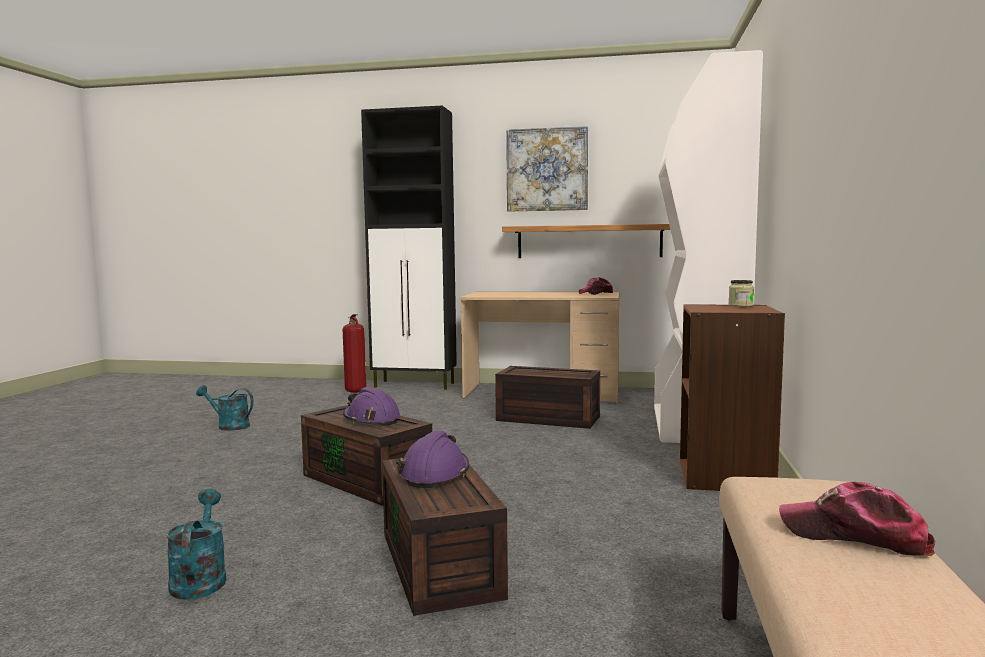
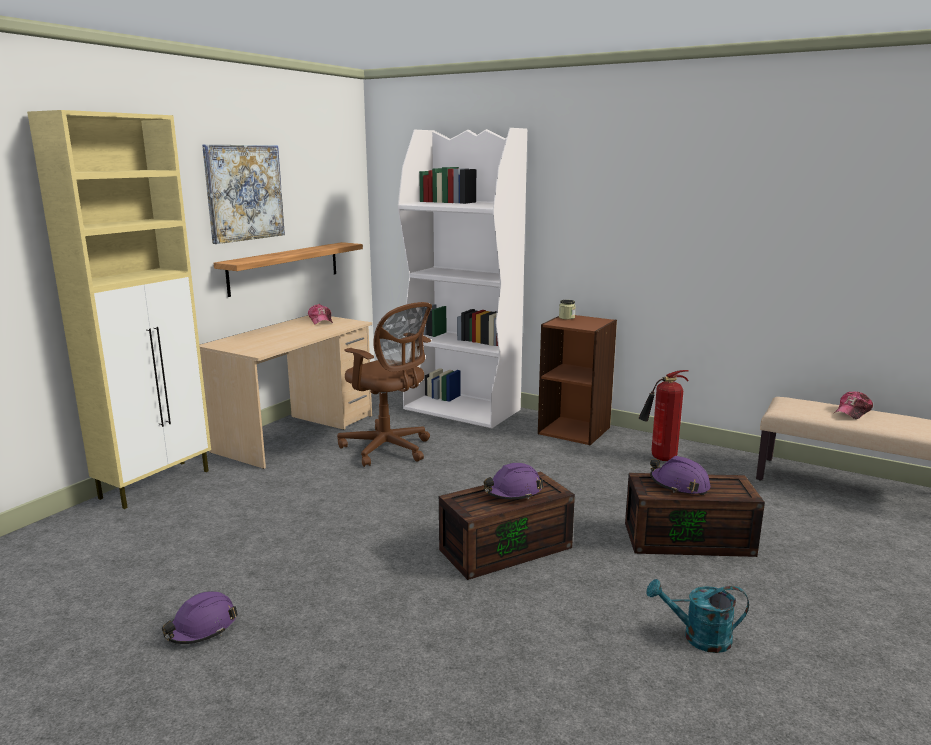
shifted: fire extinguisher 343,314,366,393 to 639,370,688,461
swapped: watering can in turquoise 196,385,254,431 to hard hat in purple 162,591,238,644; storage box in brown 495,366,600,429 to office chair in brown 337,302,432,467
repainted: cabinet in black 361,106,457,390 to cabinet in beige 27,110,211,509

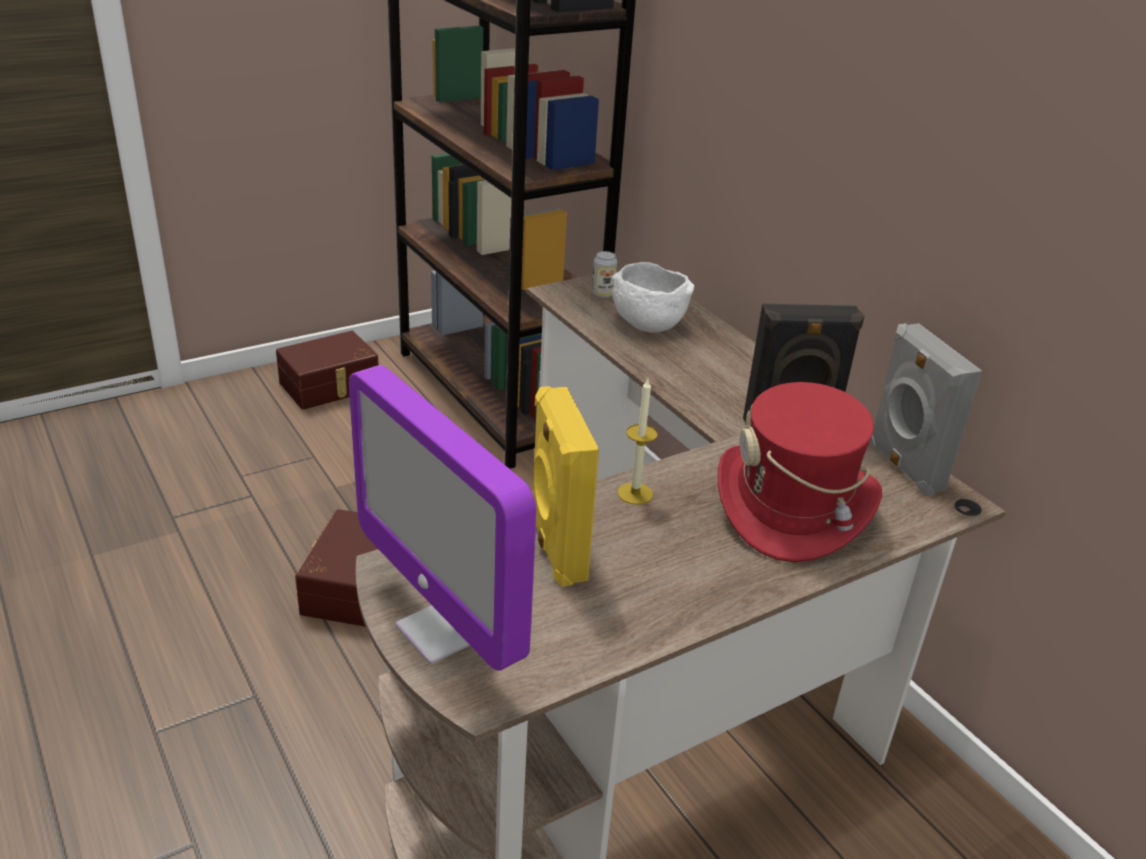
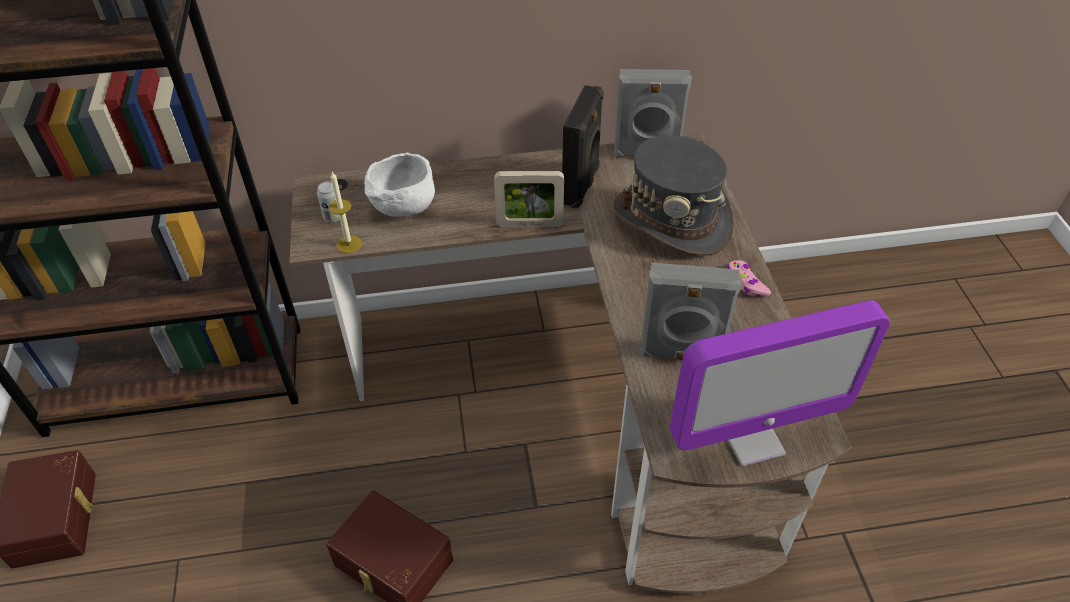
new: picture frame 494,171,564,227; game controller in pink 727,260,771,296
shifted: candle 617,379,658,505 to 329,172,362,254
repainted: hat in red 718,382,882,562 to hat in grey 613,135,734,255; speaker in yellow 533,386,599,587 to speaker in grey 639,263,742,360

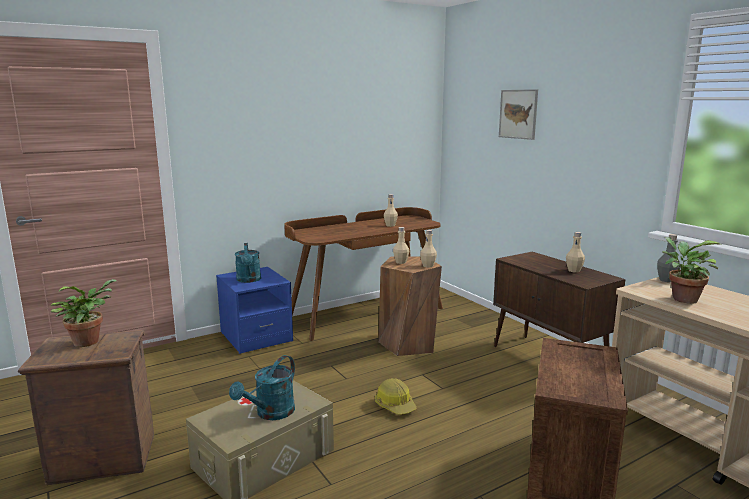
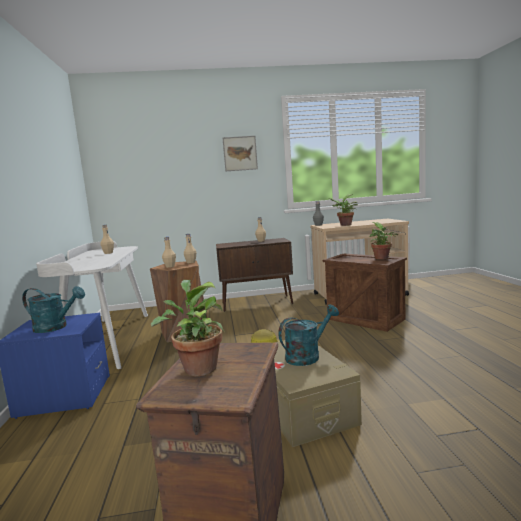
new: potted plant 370,222,398,259
shifted: picture 499,89,538,140 to 223,136,258,171
repainted: desk in brown 284,207,443,341 to desk in white 36,241,148,369
rotated: watering can in turquoise 229,355,295,420 = 278,305,339,366 90 degrees counterclockwise

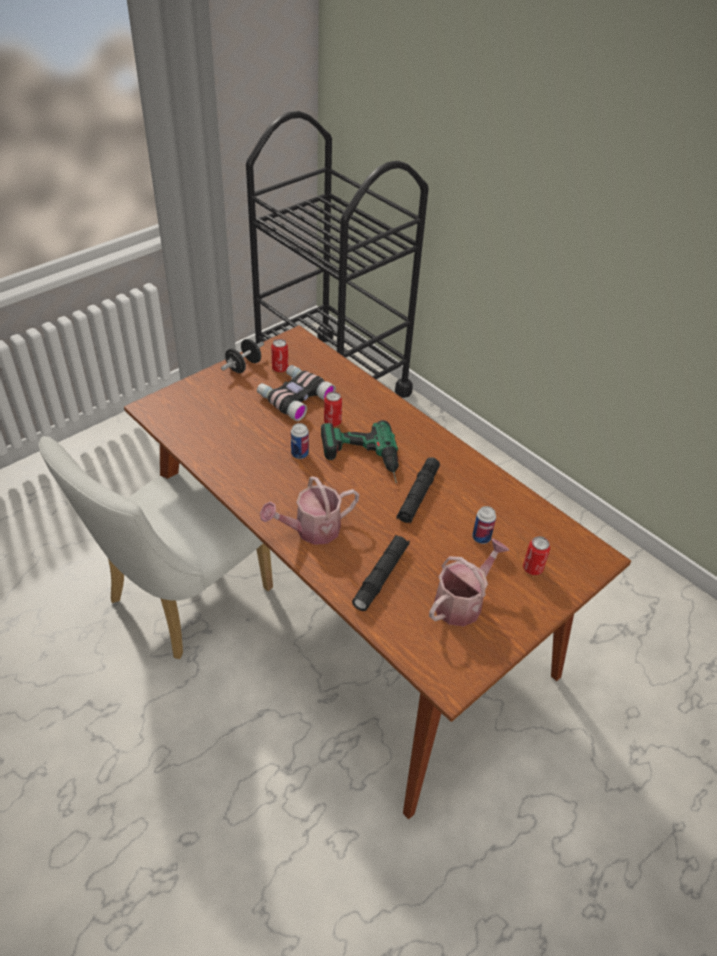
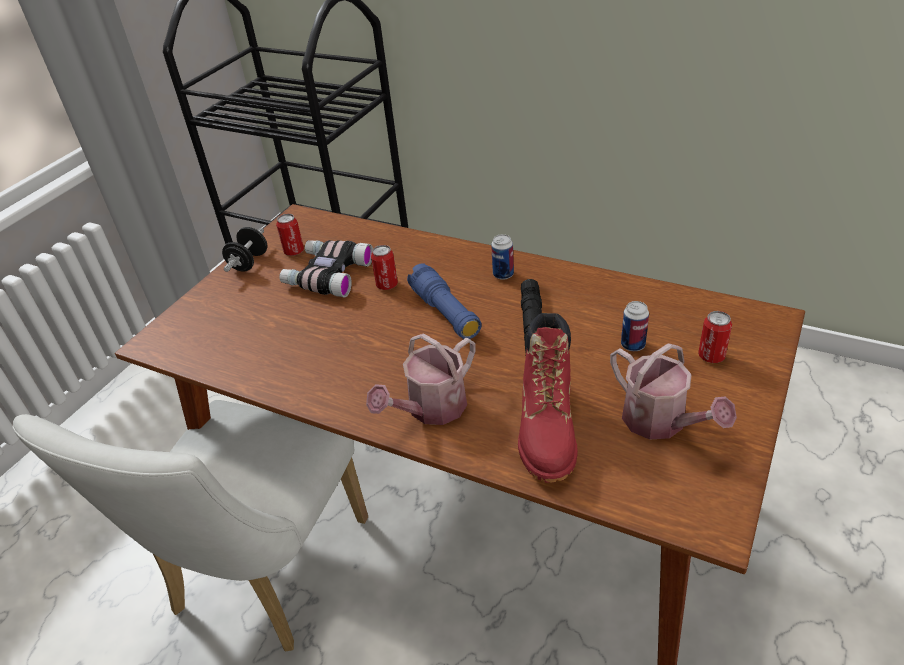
shifted: can 291,423,309,459 to 491,234,514,280
swapped: power drill 321,420,399,483 to flashlight in blue 407,263,482,339; flashlight in black 352,535,410,611 to boot in red 518,313,578,483
rotated: watering can 429,538,509,627 = 610,343,737,440 120 degrees clockwise

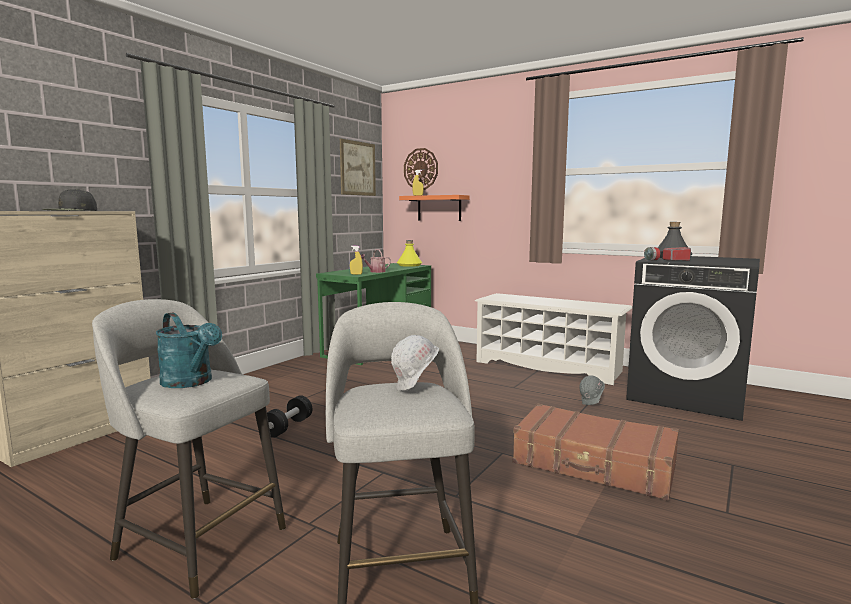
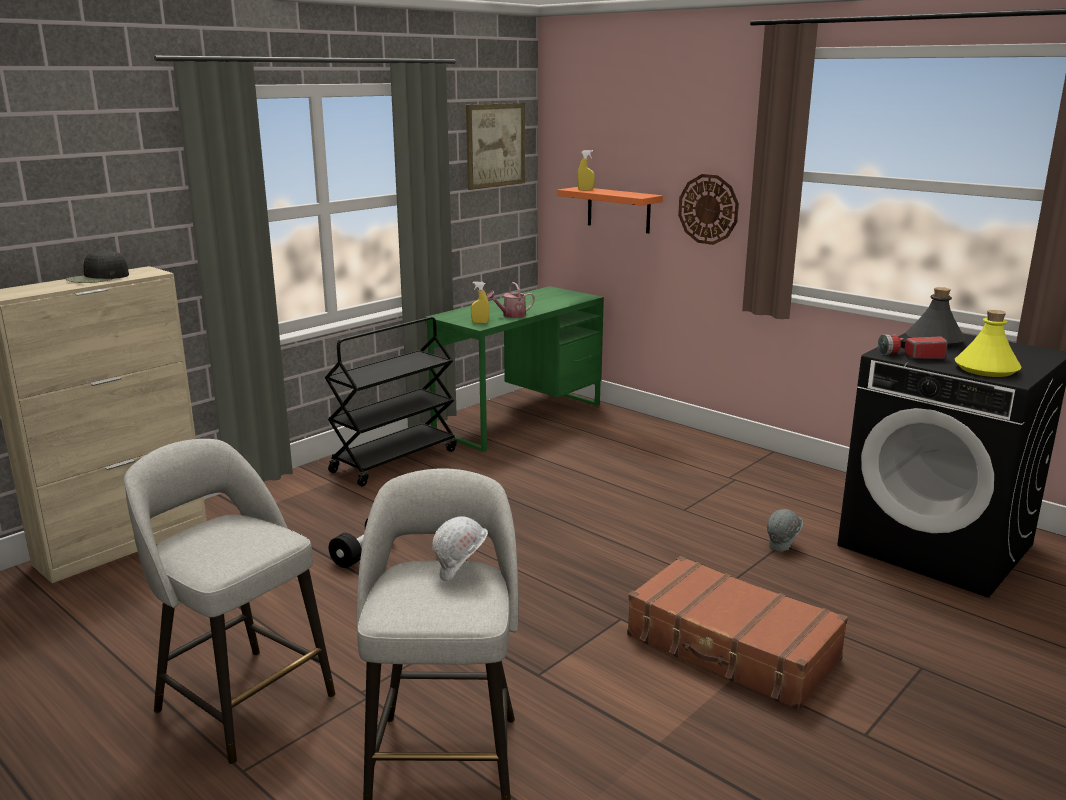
gone: watering can in turquoise 156,312,222,388; shoe rack in white 475,293,633,385
new: cart in black 325,317,457,487
shifted: wall clock 404,148,438,190 to 678,174,739,245; bottle in yellow 397,240,422,267 to 955,310,1022,377

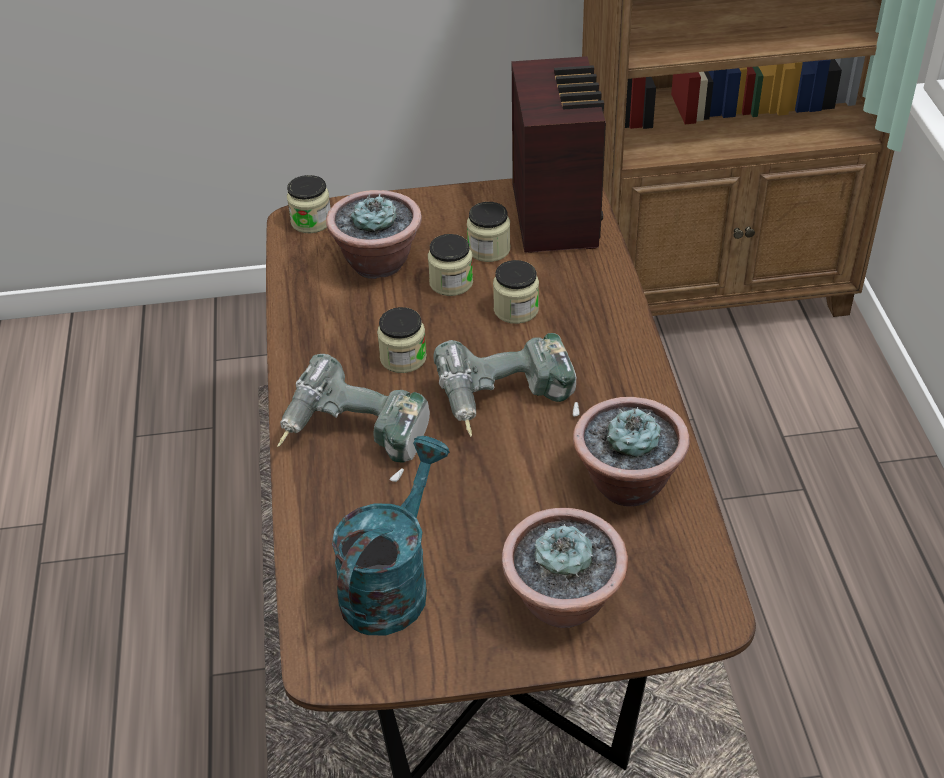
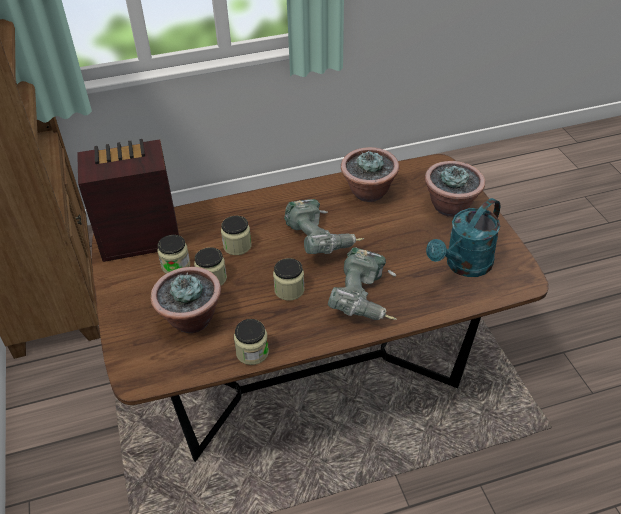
shifted: jar 287,175,331,233 to 234,319,269,365
rotated: watering can in turquoise 332,436,450,635 = 426,198,501,277 60 degrees counterclockwise

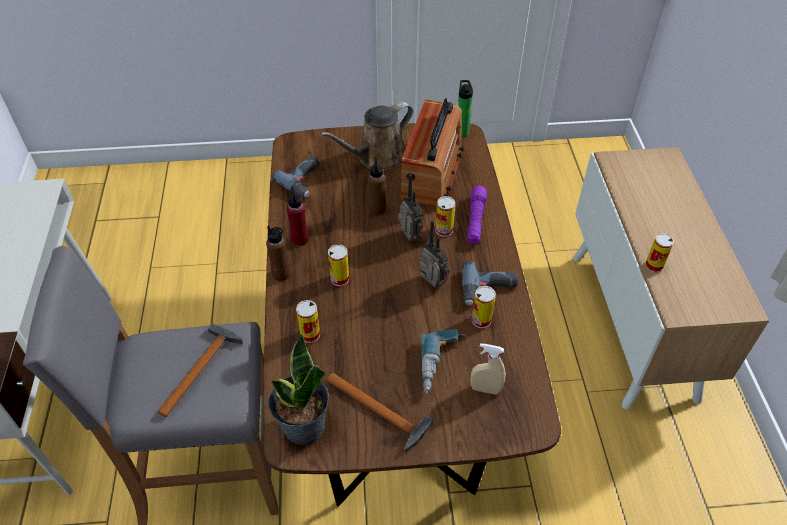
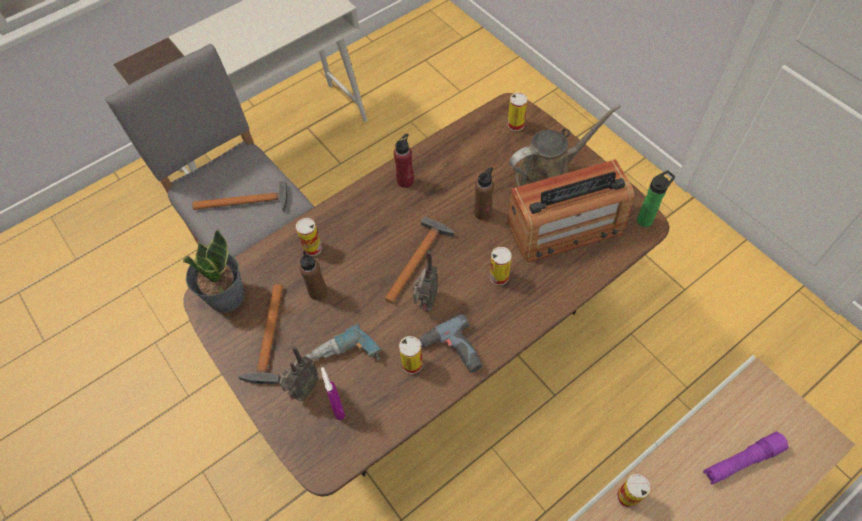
gone: power drill 272,156,320,198
new: hammer 385,217,455,303
shifted: radio 397,174,423,241 to 279,346,319,401; bottle in brown 266,226,290,281 to 300,250,327,300; can 328,245,349,286 to 508,92,527,131; flashlight in purple 467,185,487,245 to 703,431,789,485
repainted: spray bottle in beige 470,343,506,395 to spray bottle in purple 321,367,345,420
rotated: watering can in brown 320,102,413,170 = 509,104,621,186 135 degrees clockwise

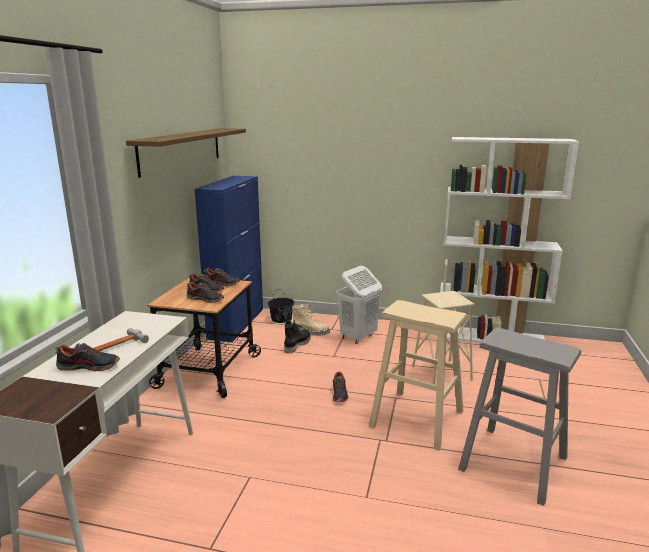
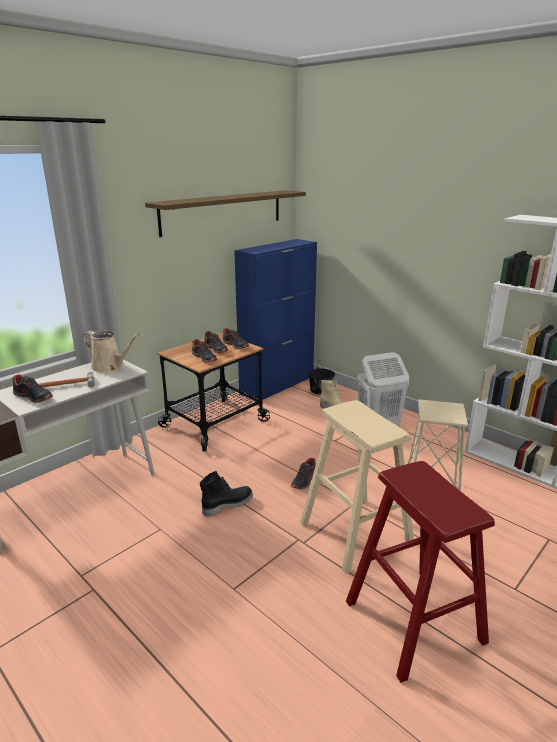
new: watering can in beige 83,330,140,373
shifted: boot in black 284,319,311,354 to 200,471,253,516
repainted: stool in grey 458,328,581,506 to stool in red 346,461,495,683

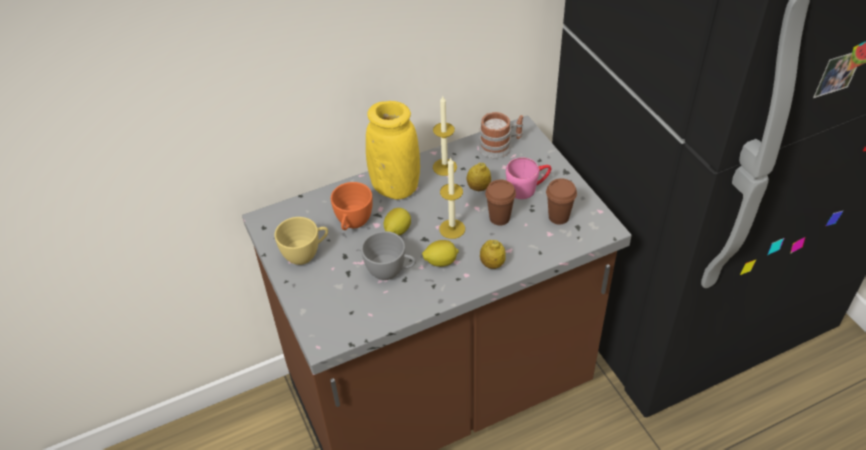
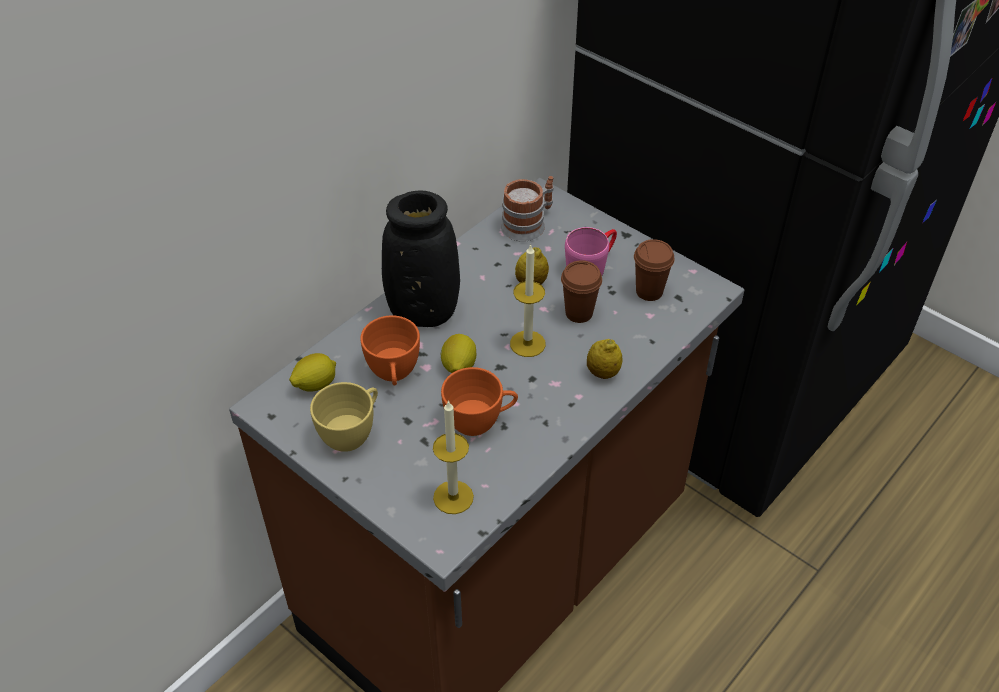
shifted: lemon 422,240,459,267 to 289,353,336,392; candle 433,96,457,176 to 433,400,474,514
repainted: vase in yellow 366,101,420,199 to vase in black 382,191,460,327; cup in grey 361,231,416,280 to cup in orange 441,367,518,436

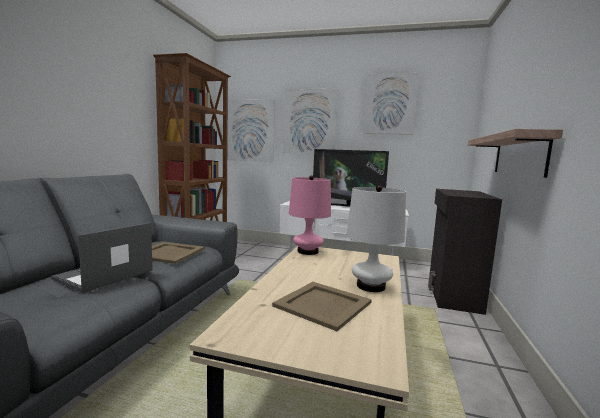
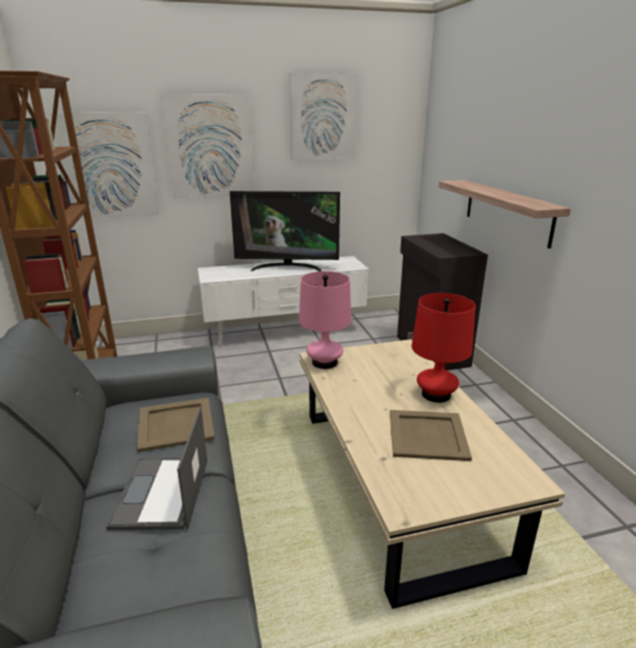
repainted: table lamp in white 346,185,406,292 to table lamp in red 412,293,476,403

